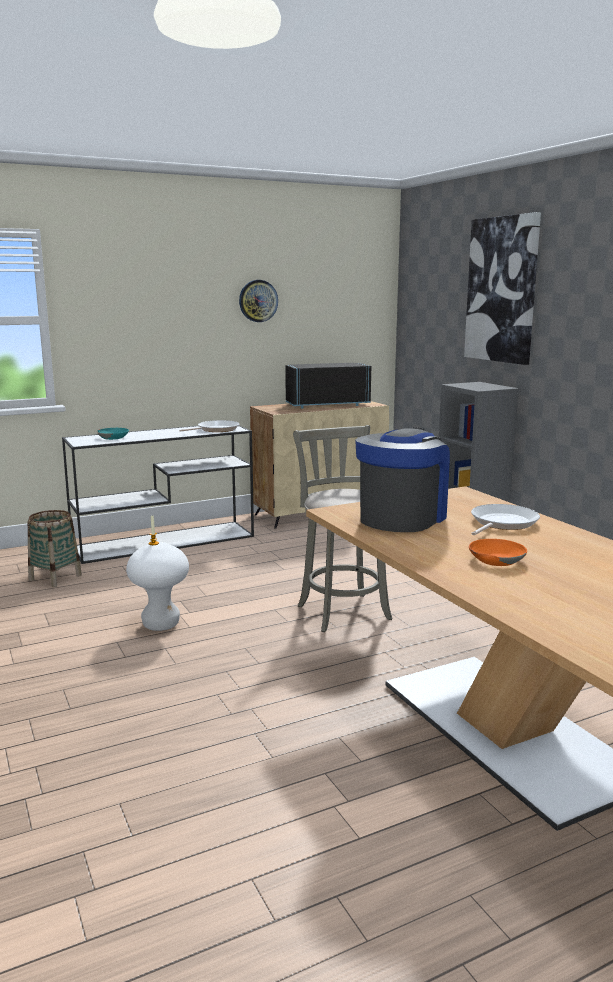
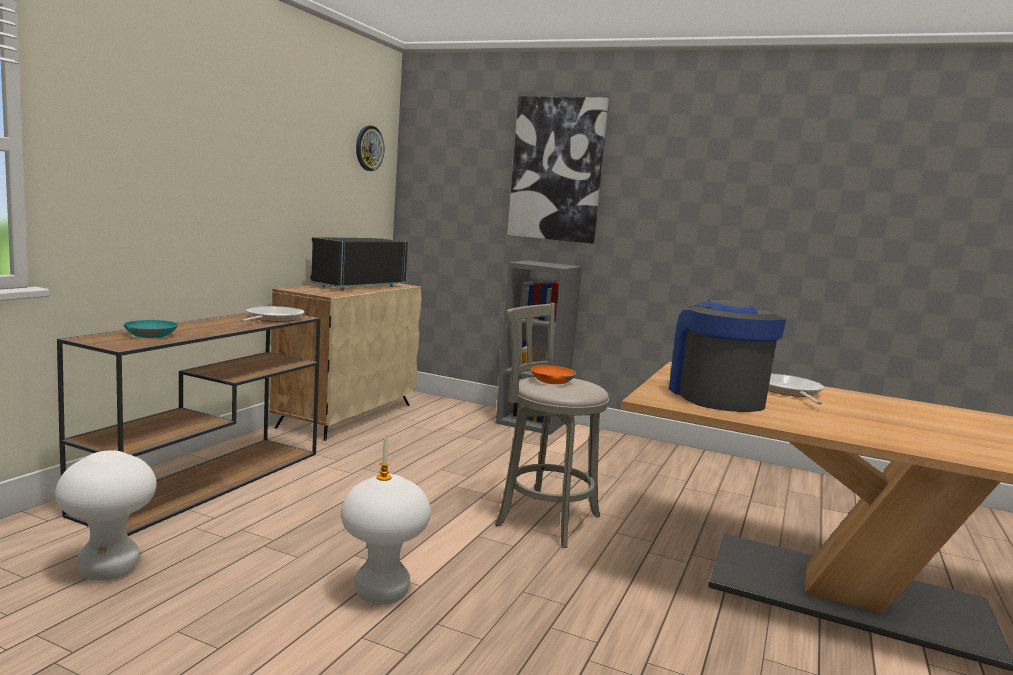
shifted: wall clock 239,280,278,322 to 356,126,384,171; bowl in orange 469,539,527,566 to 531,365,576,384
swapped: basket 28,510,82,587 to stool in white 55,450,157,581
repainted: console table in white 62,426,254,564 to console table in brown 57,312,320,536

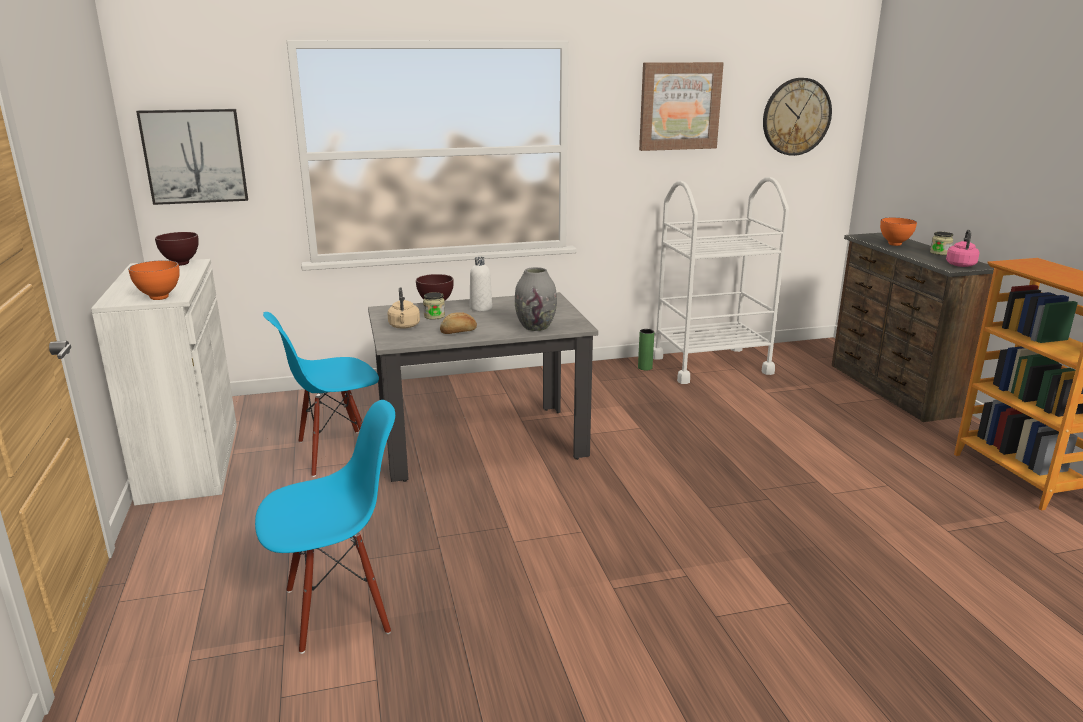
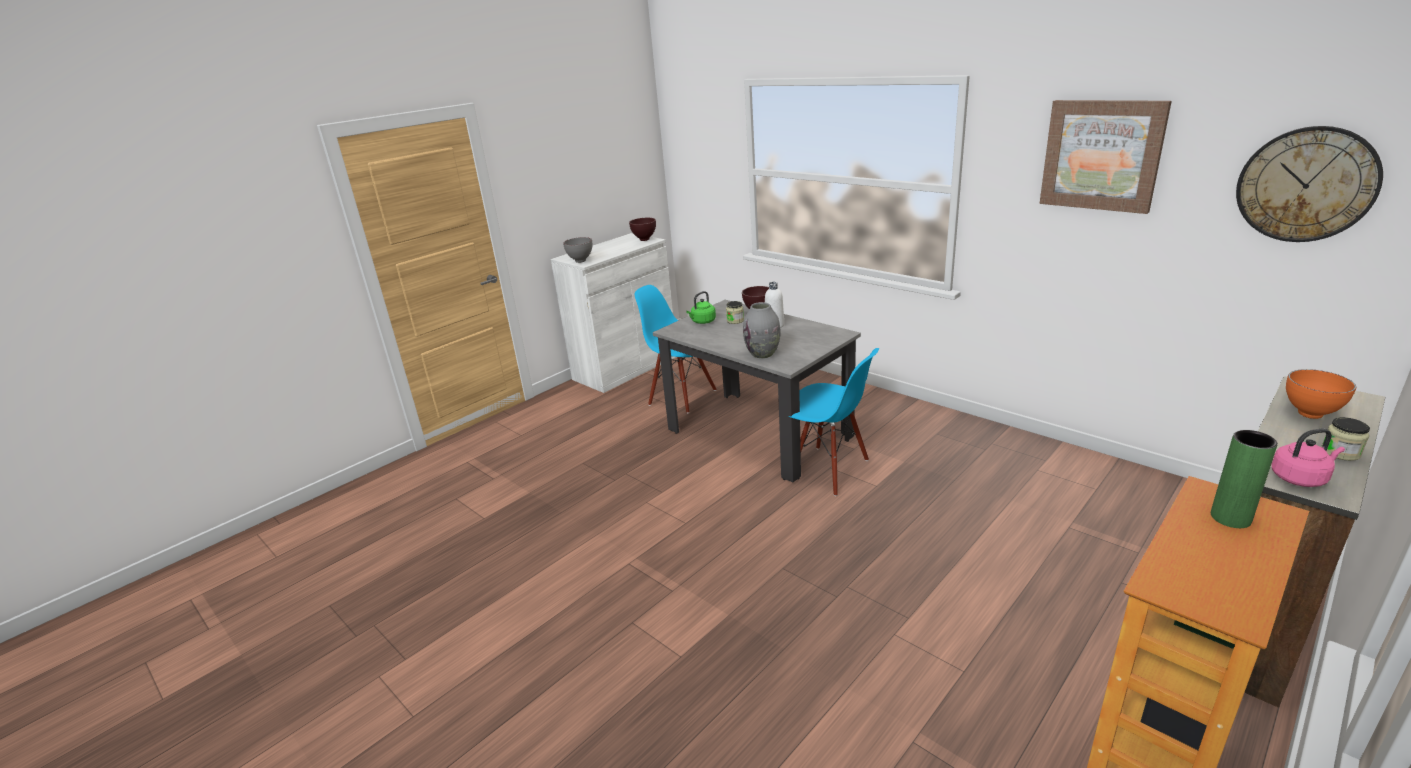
gone: picture 136,109,248,205; bread 440,312,477,334; cart in white 653,177,789,384
shifted: chair in blue 255,400,395,654 to 788,348,879,496; vase in green 638,329,654,370 to 1211,430,1278,528
repainted: bowl in orange 128,260,180,300 to bowl in grey 563,237,592,263; kettle in beige 387,287,420,329 to kettle in green 686,291,716,324

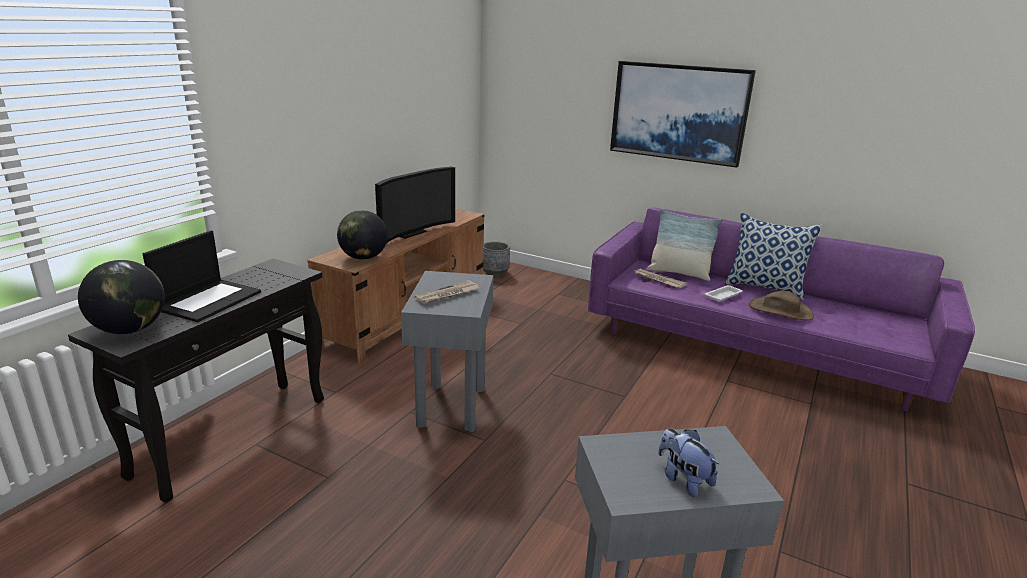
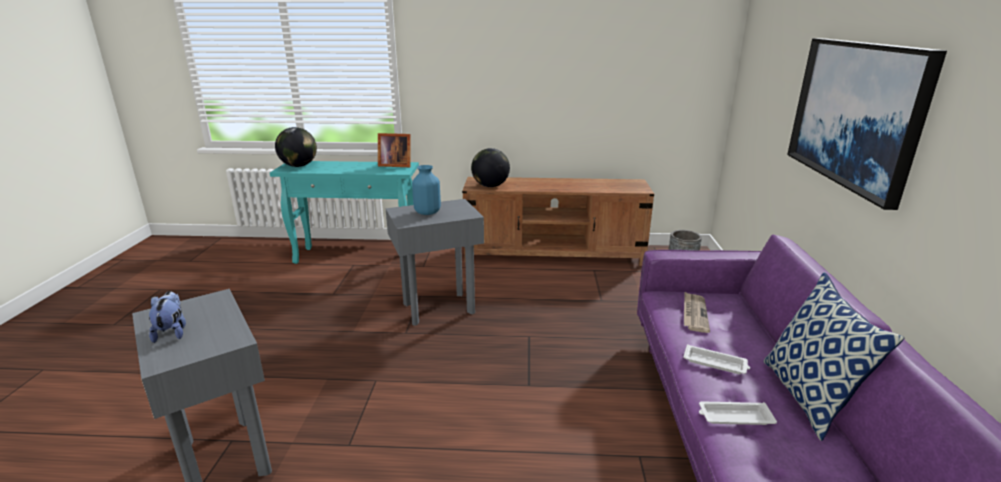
gone: laptop 143,230,261,322; television 375,167,455,243; pillow 647,209,723,281
new: picture frame 378,133,411,167
swapped: newspaper 414,280,480,305 to vase in blue 412,165,441,215; hat in brown 748,291,814,321 to tray in white 699,401,777,425
repainted: console table in black 68,258,324,503 to console table in turquoise 270,161,419,264
rotated: plush toy 658,428,719,497 = 149,291,186,343 45 degrees counterclockwise

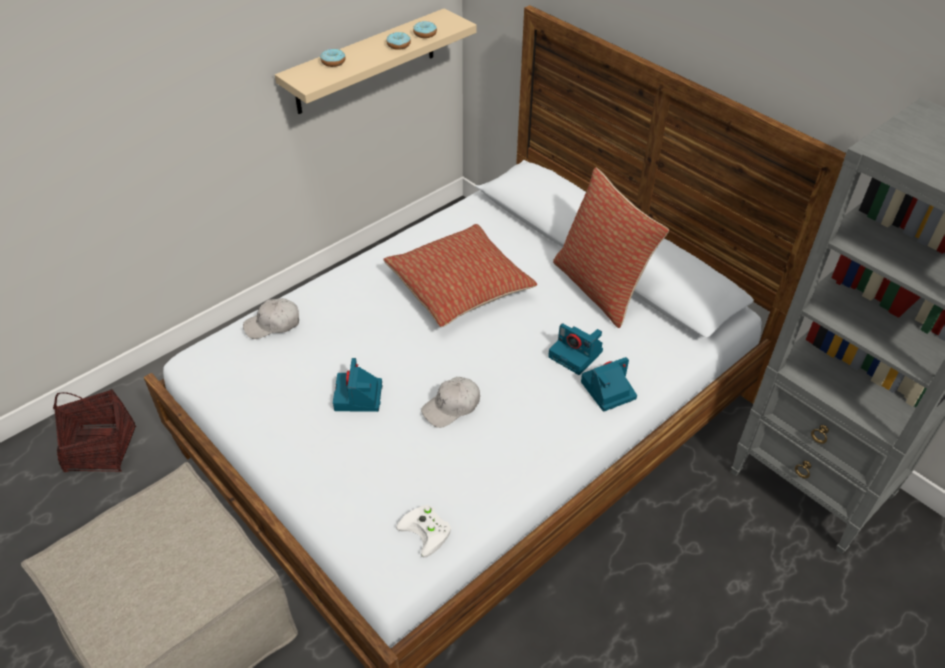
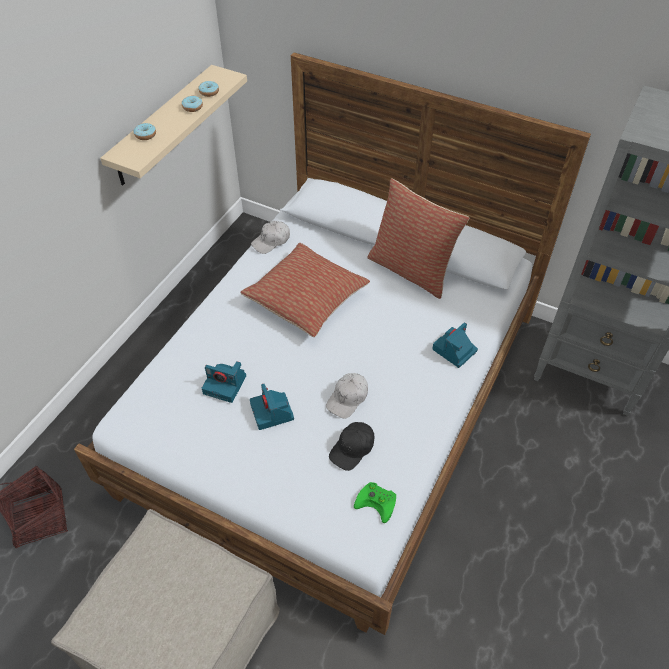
new: cap in black 329,422,374,471
shifted: photo camera 548,323,603,375 to 202,361,246,403; cap in white 243,298,299,339 to 251,221,290,254
repainted: game controller in white 396,505,451,557 to game controller in green 354,482,396,523

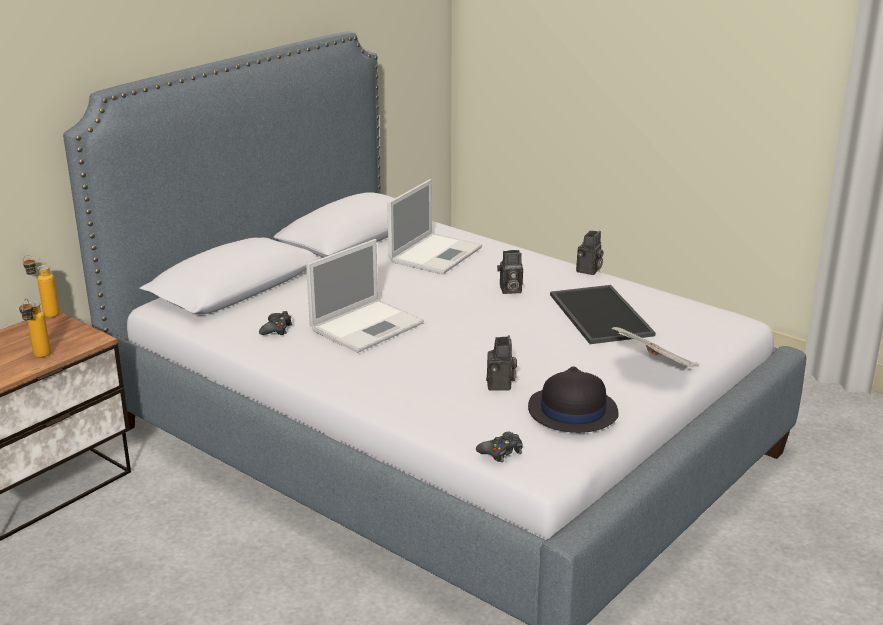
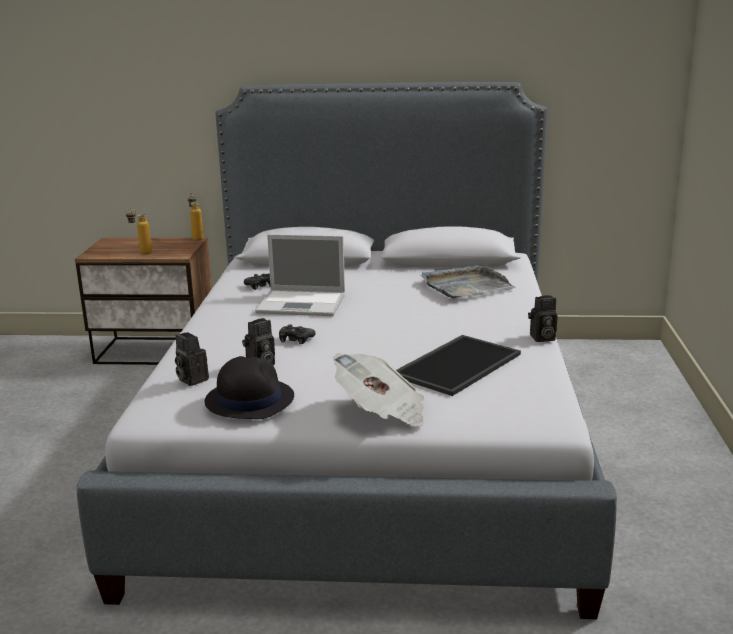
shifted: photo camera 497,250,523,294 to 175,332,209,386; game controller in black 476,432,523,462 to 279,324,316,344
swapped: laptop 387,179,482,275 to tray in grey 421,265,516,299

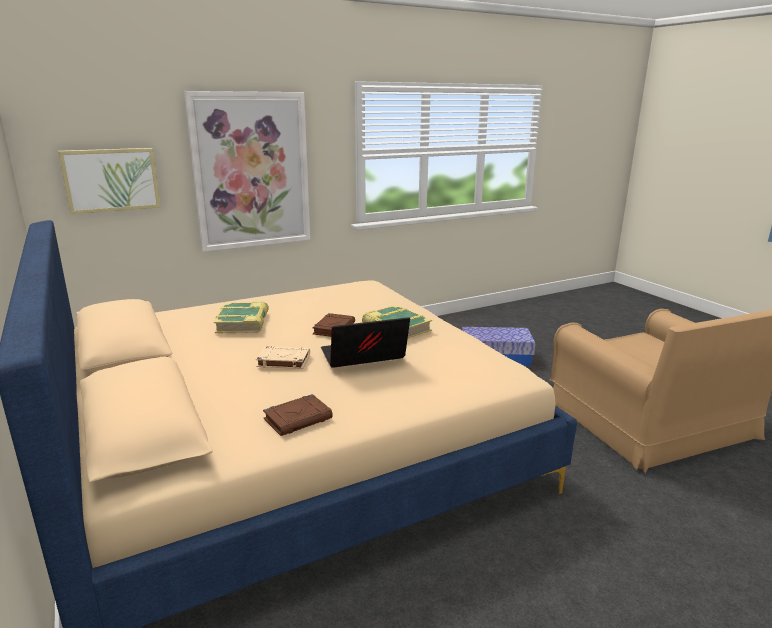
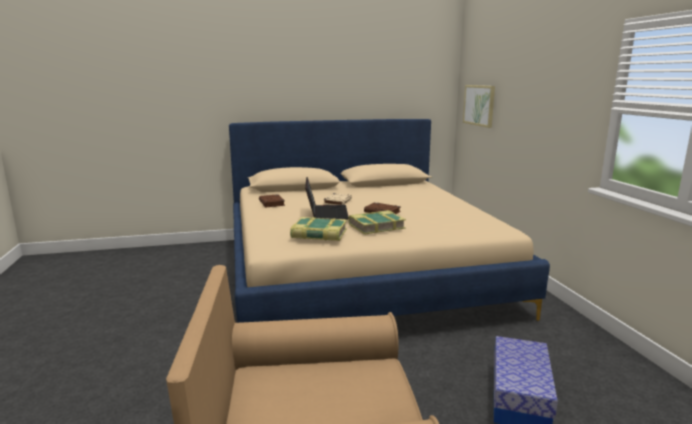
gone: picture 184,91,310,252
shifted: book 214,301,269,333 to 290,217,347,241

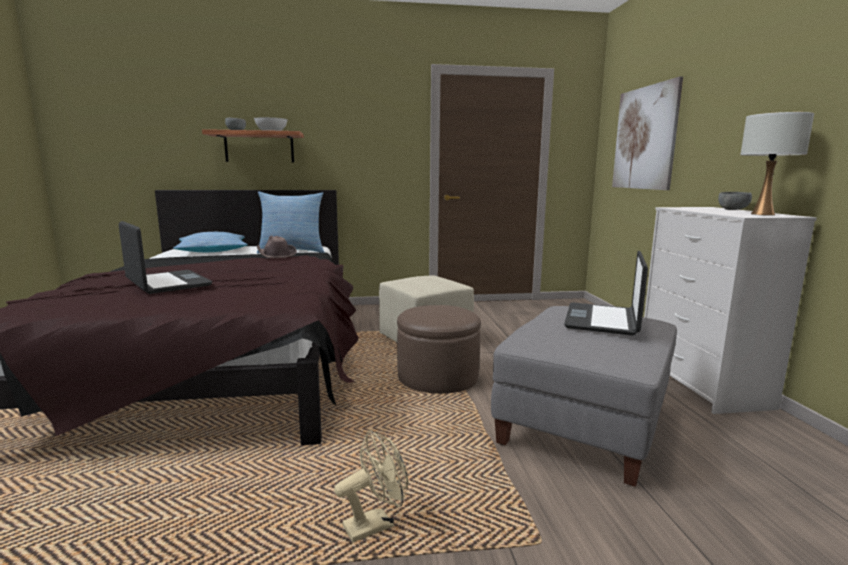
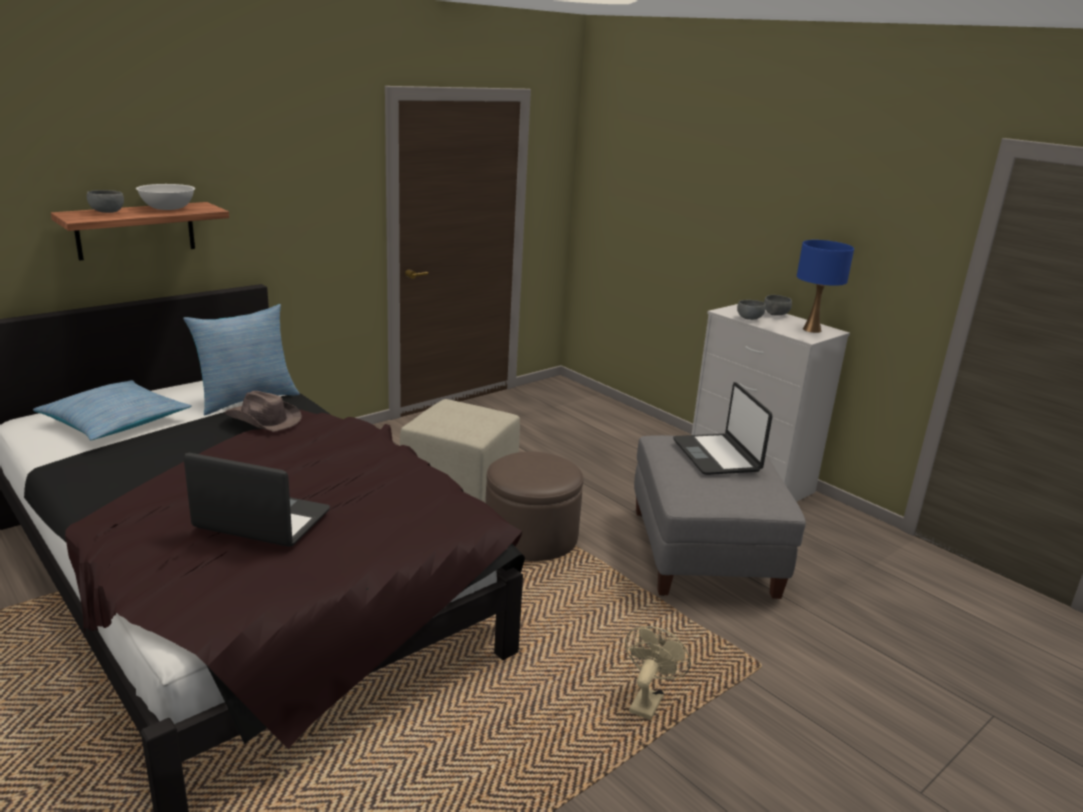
gone: picture 612,76,683,190
new: bowl in grey 737,300,766,320
repainted: table lamp in white 741,112,814,215 to table lamp in blue 797,240,854,333

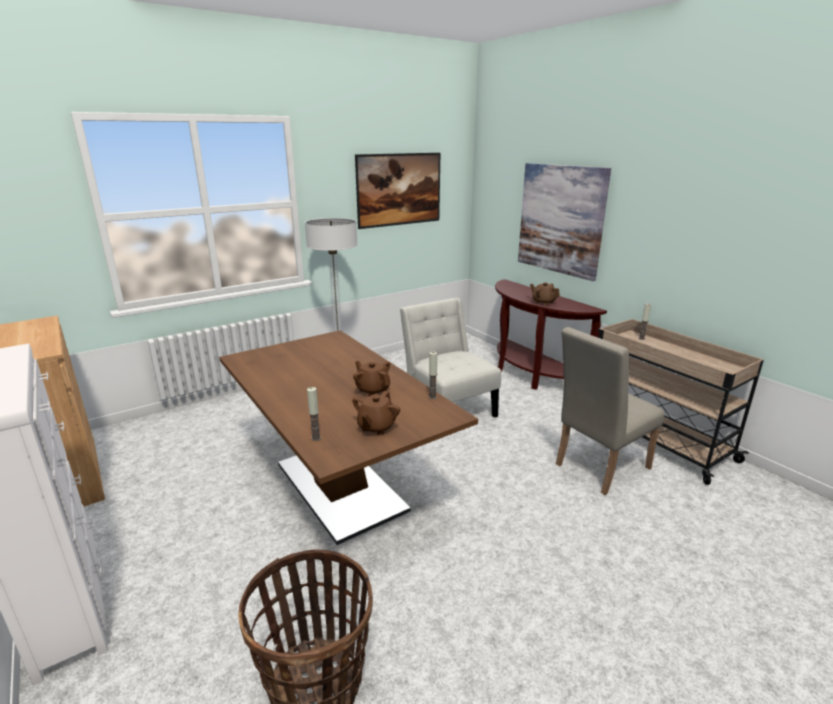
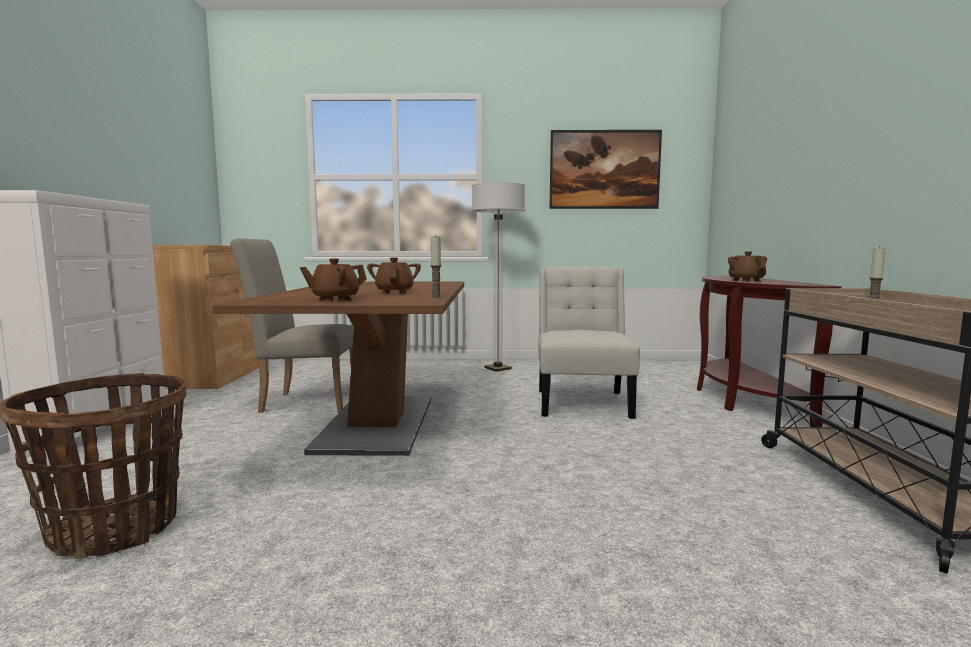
gone: candle 307,387,321,441; picture 518,163,611,281
shifted: chair in beige 556,327,665,495 to 230,238,354,413

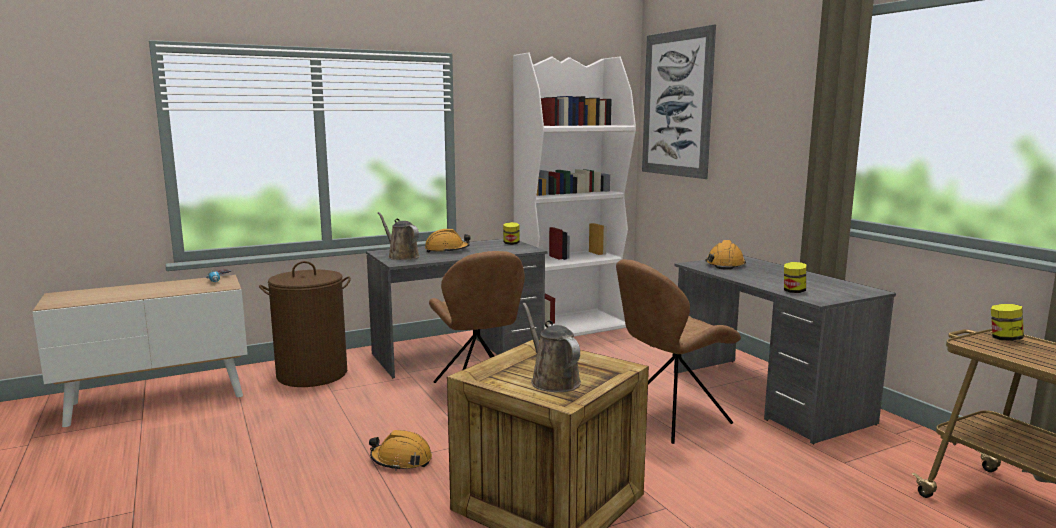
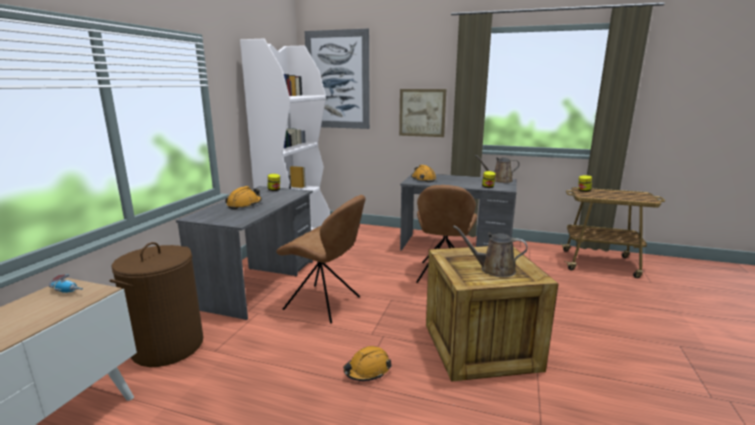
new: picture 399,89,446,137
shifted: watering can in brown 378,212,420,260 to 475,155,520,183

